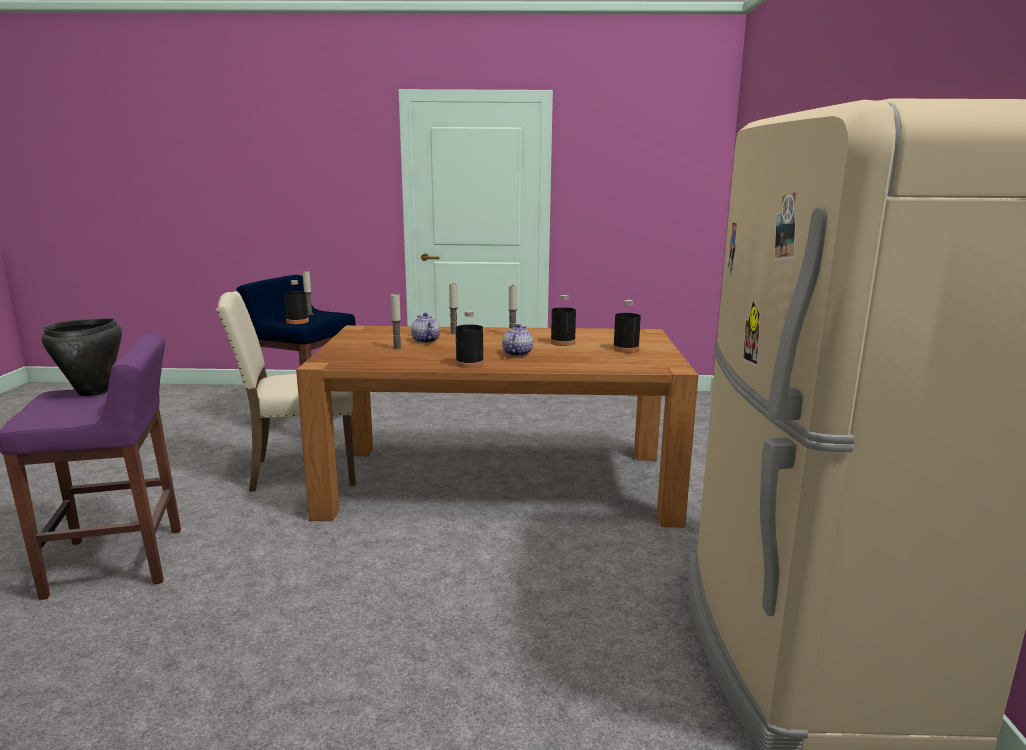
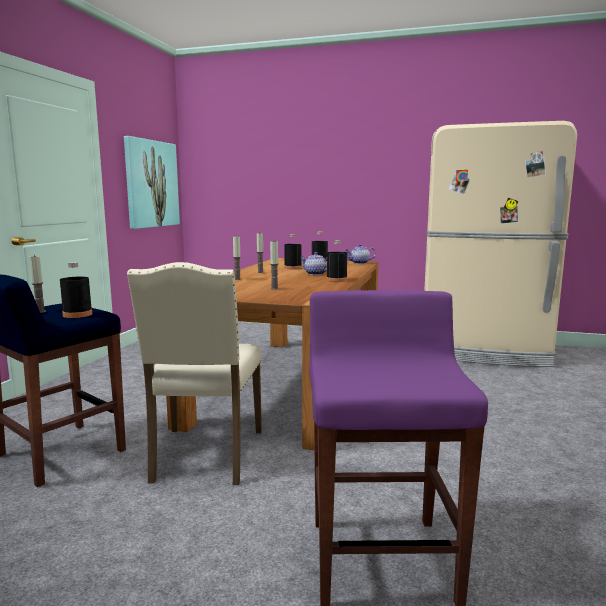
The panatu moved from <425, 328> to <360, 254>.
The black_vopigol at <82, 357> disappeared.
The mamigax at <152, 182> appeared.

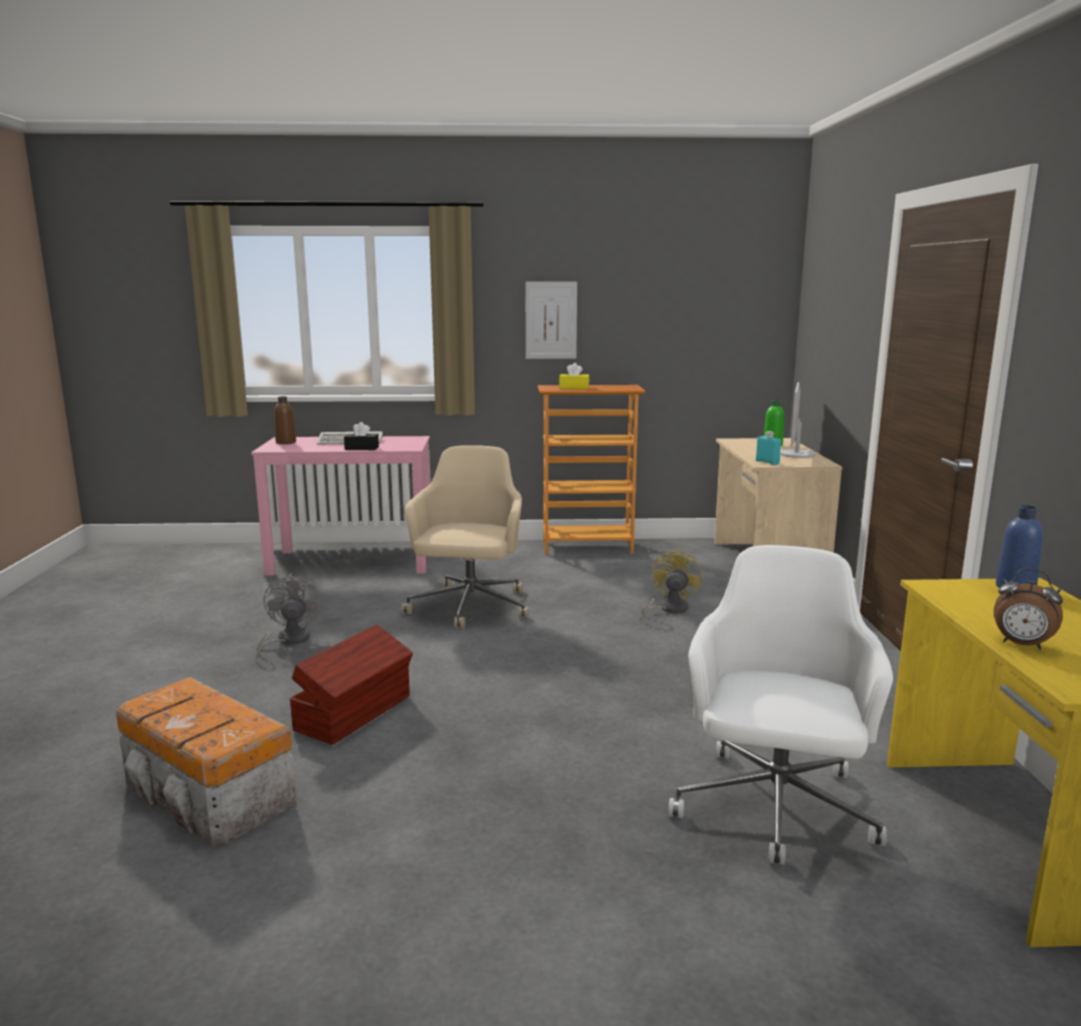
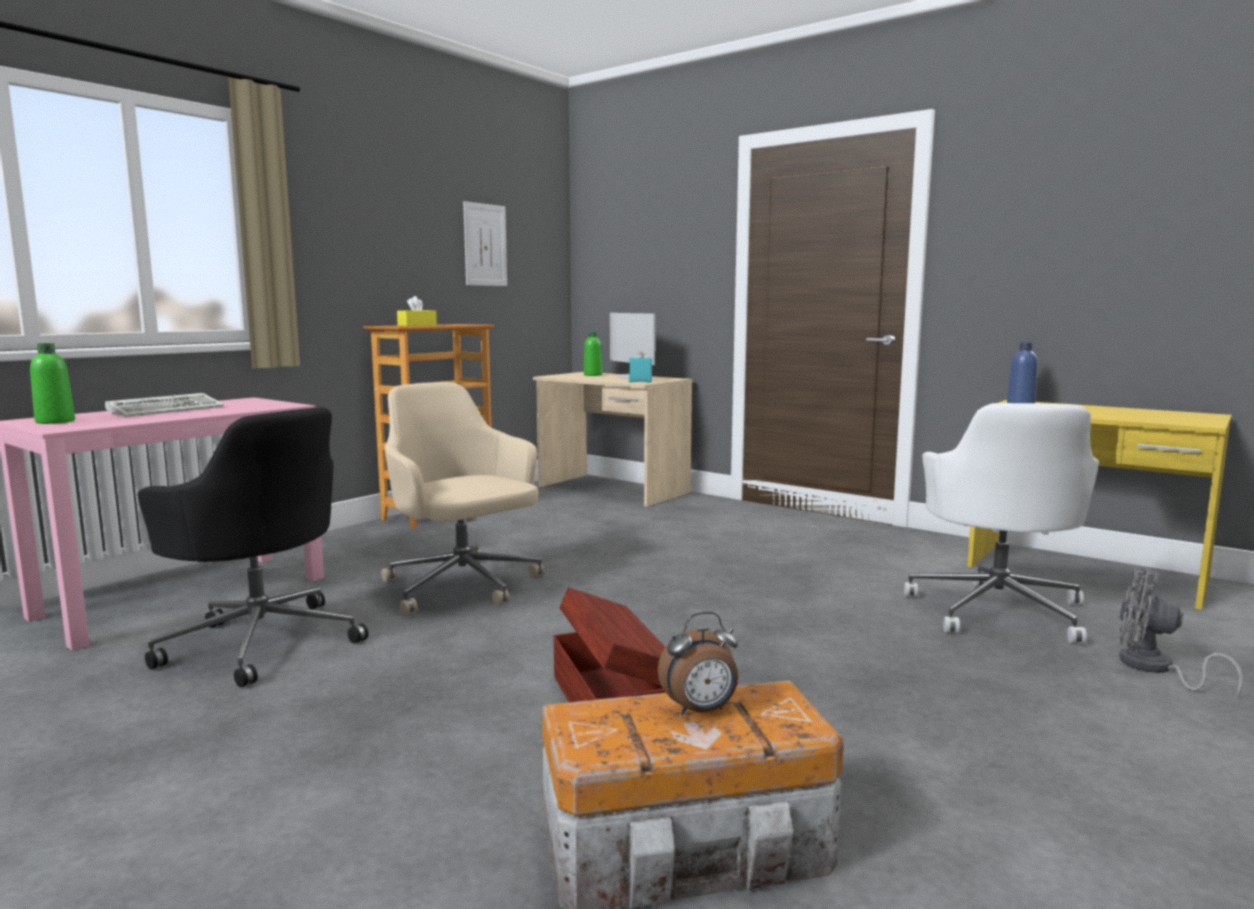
The mamigax moved from <551, 320> to <485, 243>.
The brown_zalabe at <285, 420> became the green_zalabe at <52, 383>.
The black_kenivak at <361, 436> disappeared.
The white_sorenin at <780, 705> turned 135 degrees counterclockwise.
The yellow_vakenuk at <671, 584> disappeared.
The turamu moved from <1028, 609> to <698, 663>.
The grey_vakenuk moved from <288, 616> to <1181, 632>.
The black_sorenin at <252, 547> appeared.

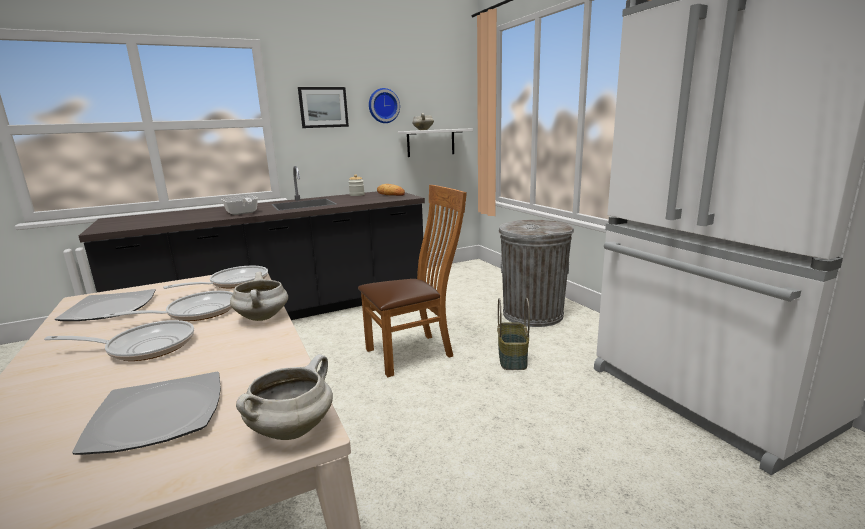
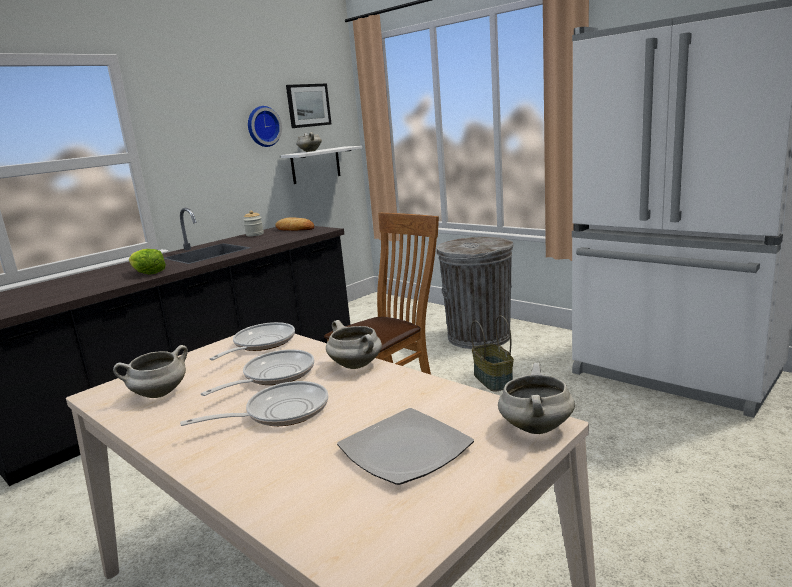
The mamigax moved from <323, 107> to <308, 105>.
The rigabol at <239, 205> was replaced by the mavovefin at <147, 262>.
The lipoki at <105, 305> was replaced by the white_vopigol at <150, 371>.

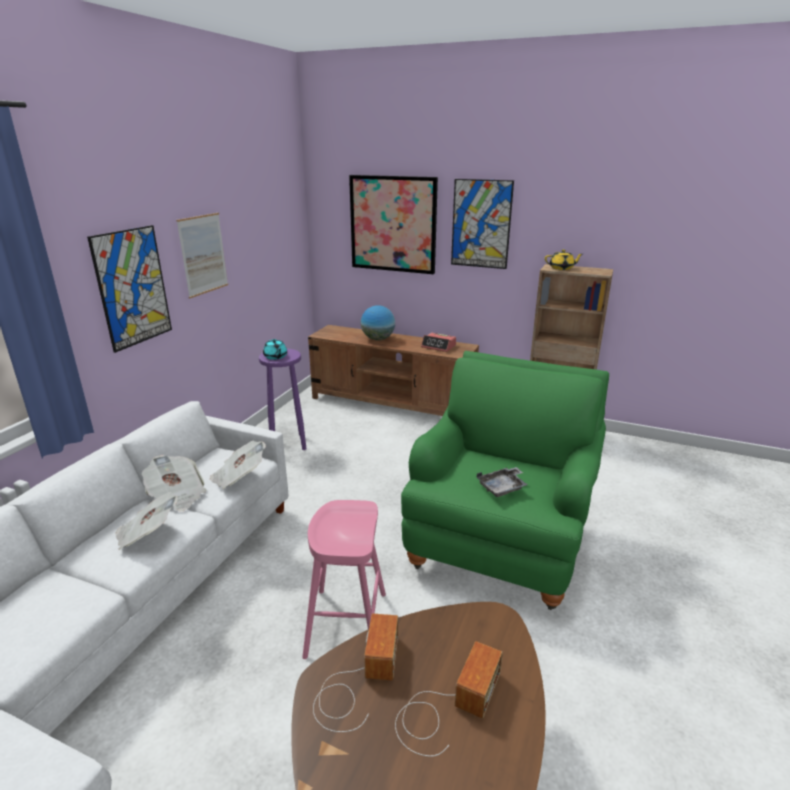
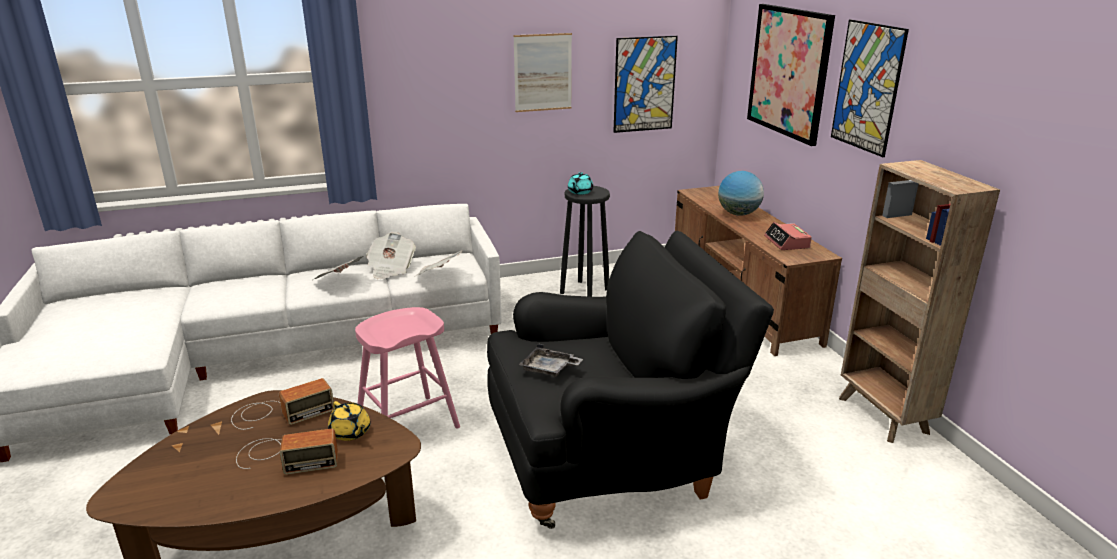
The mamigax moved from <129, 289> to <646, 84>.
The yellow_panatu moved from <564, 260> to <349, 421>.
The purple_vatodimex at <283, 399> became the black_vatodimex at <585, 241>.
The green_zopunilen at <505, 480> became the black_zopunilen at <630, 380>.

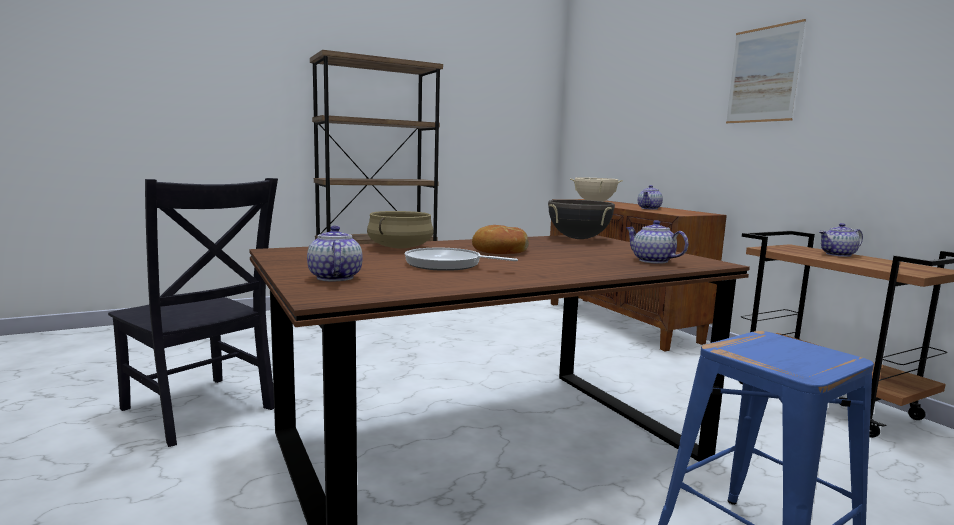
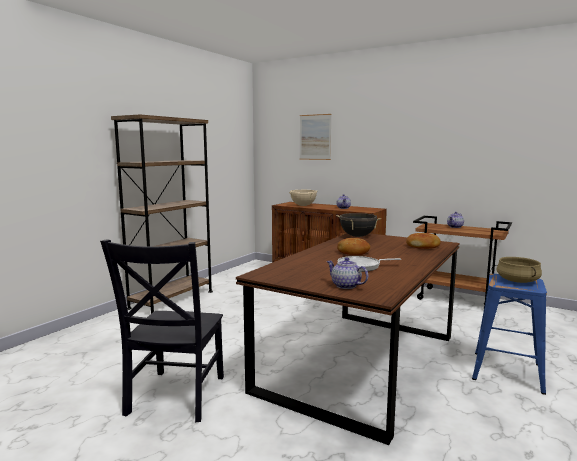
The mamigax moved from <766, 71> to <316, 137>.
The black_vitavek at <193, 312> turned 90 degrees clockwise.
The beige_vopigol moved from <400, 229> to <519, 270>.
The panatu at <657, 242> was replaced by the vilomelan at <423, 241>.

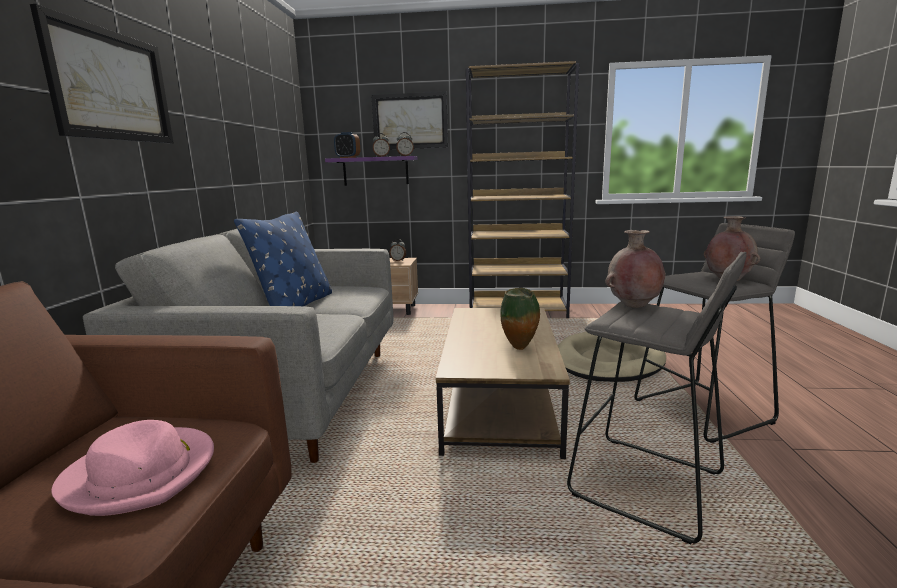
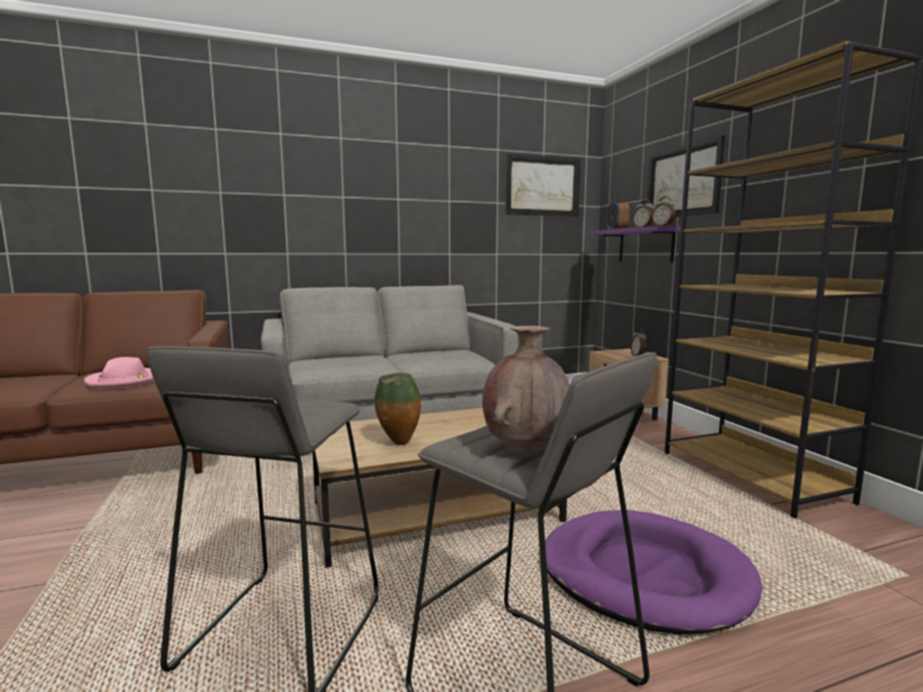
The mamigax moved from <101, 73> to <543, 185>.
The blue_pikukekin at <283, 259> disappeared.
The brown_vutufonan at <635, 269> disappeared.
The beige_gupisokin at <612, 357> became the purple_gupisokin at <654, 572>.

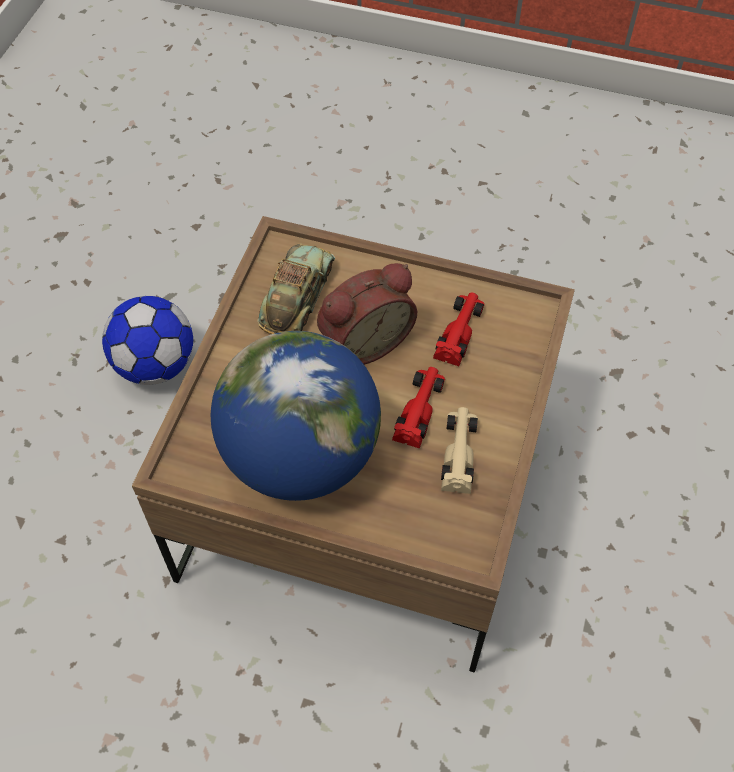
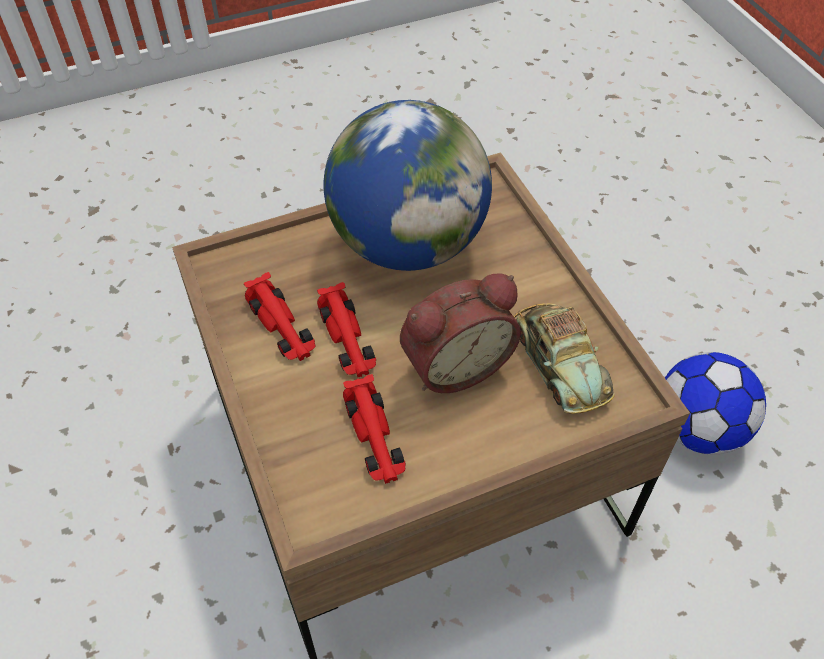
The turamu at <367, 314> turned 135 degrees counterclockwise.
The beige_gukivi at <459, 450> became the red_gukivi at <279, 316>.

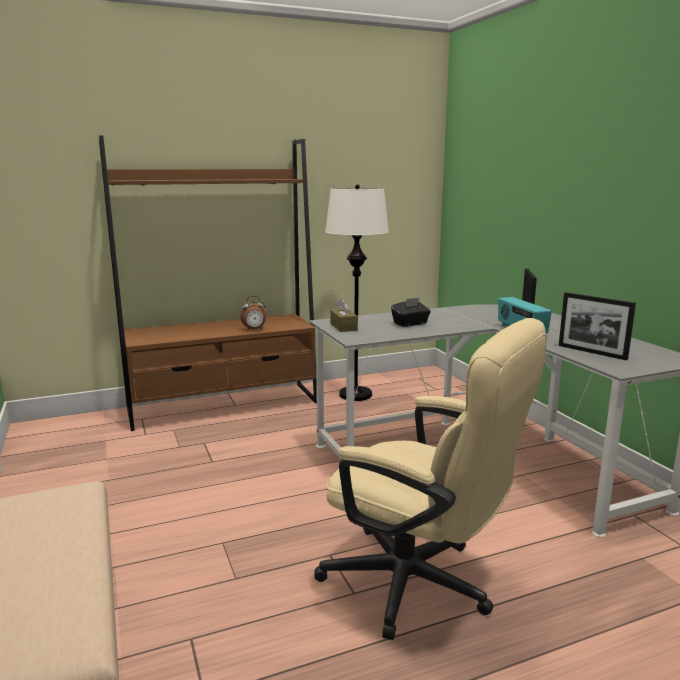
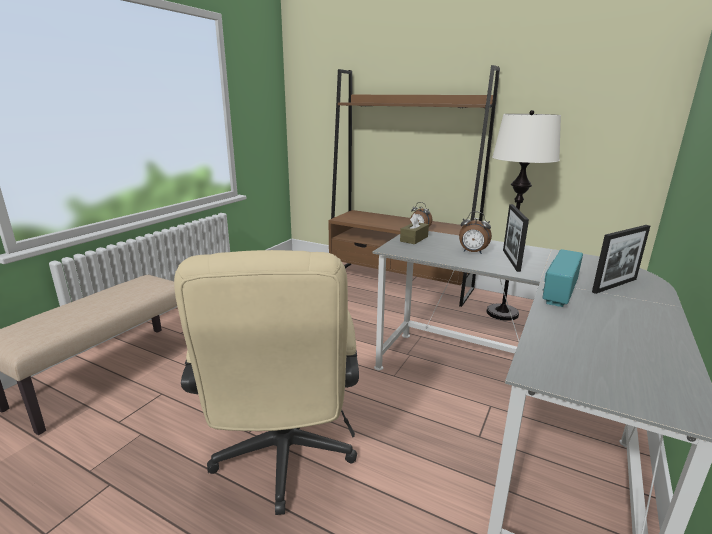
The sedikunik moved from <597, 326> to <516, 238>.
The black_kenivak at <411, 312> was replaced by the turamu at <475, 232>.

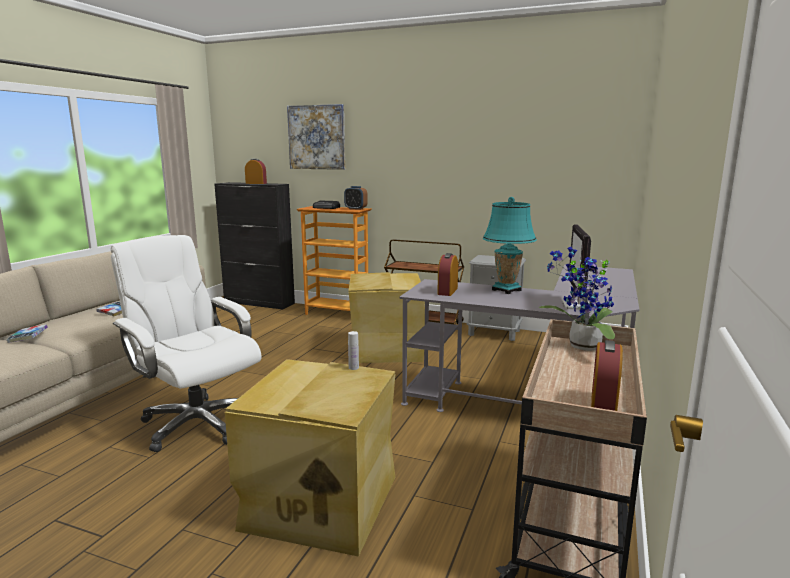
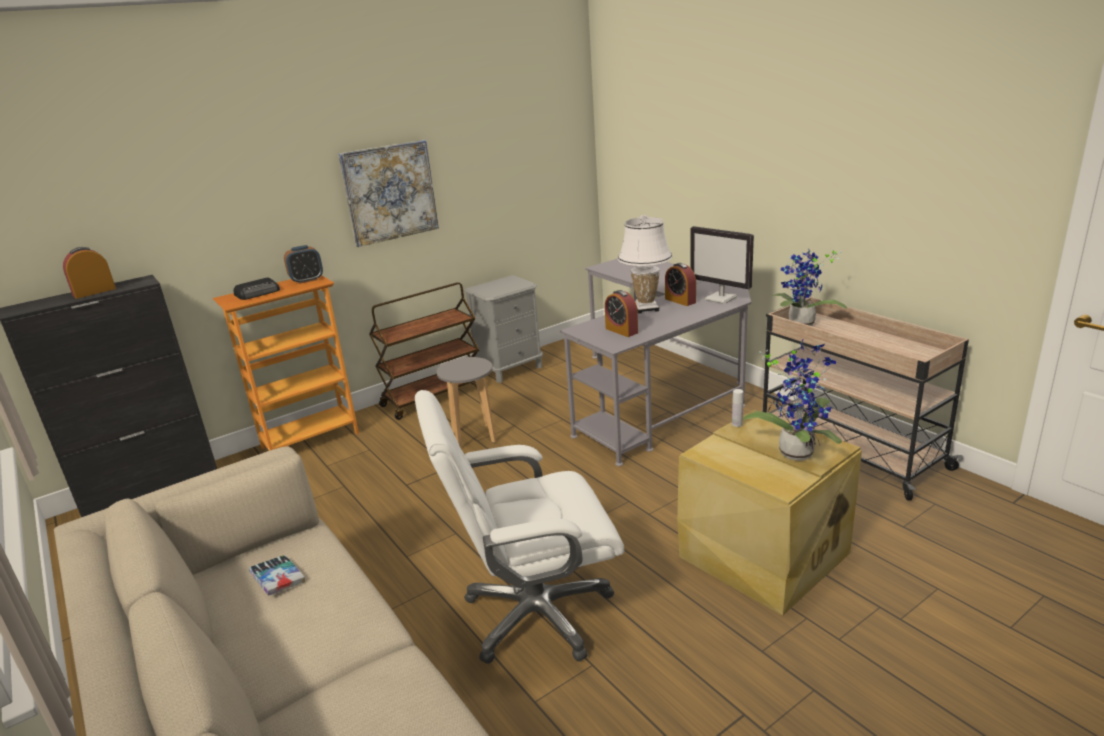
The mamigax moved from <316, 137> to <388, 193>.
The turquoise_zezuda at <510, 245> became the white_zezuda at <645, 264>.
The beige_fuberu at <386, 317> was replaced by the grey_vatodimex at <466, 402>.
The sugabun at <27, 333> disappeared.
The turamu moved from <607, 375> to <680, 284>.
The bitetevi at <792, 399> appeared.

